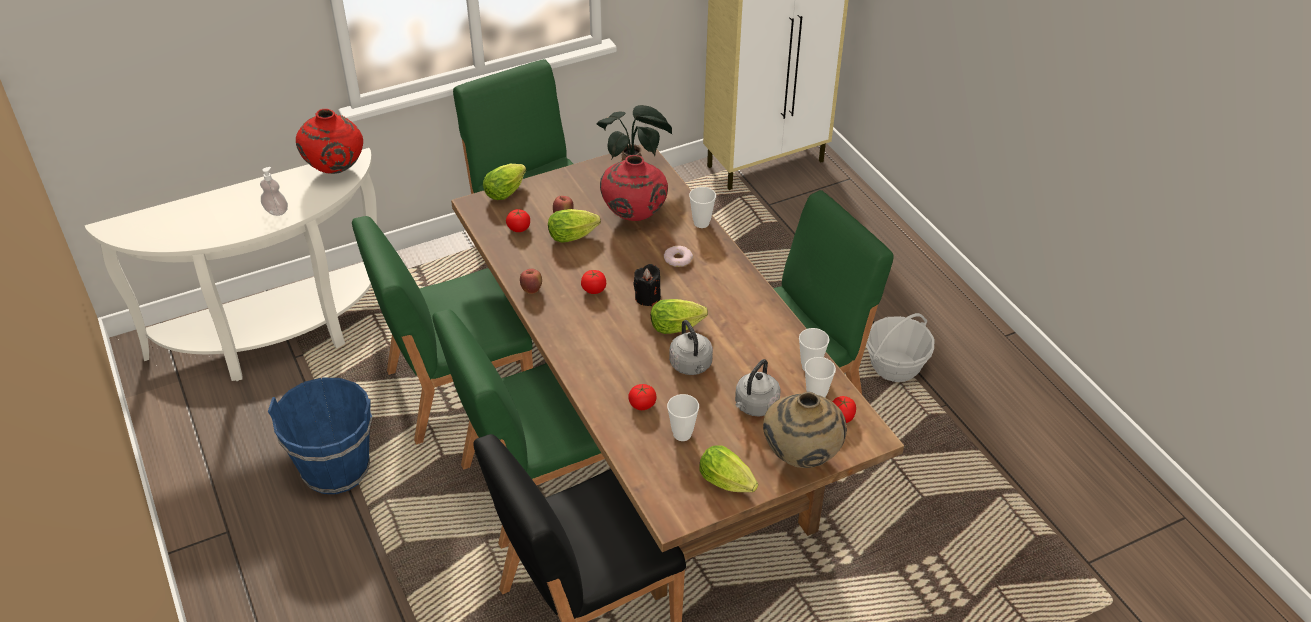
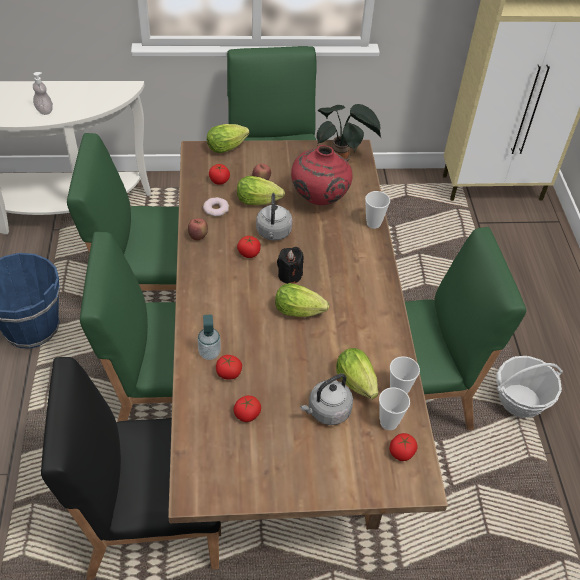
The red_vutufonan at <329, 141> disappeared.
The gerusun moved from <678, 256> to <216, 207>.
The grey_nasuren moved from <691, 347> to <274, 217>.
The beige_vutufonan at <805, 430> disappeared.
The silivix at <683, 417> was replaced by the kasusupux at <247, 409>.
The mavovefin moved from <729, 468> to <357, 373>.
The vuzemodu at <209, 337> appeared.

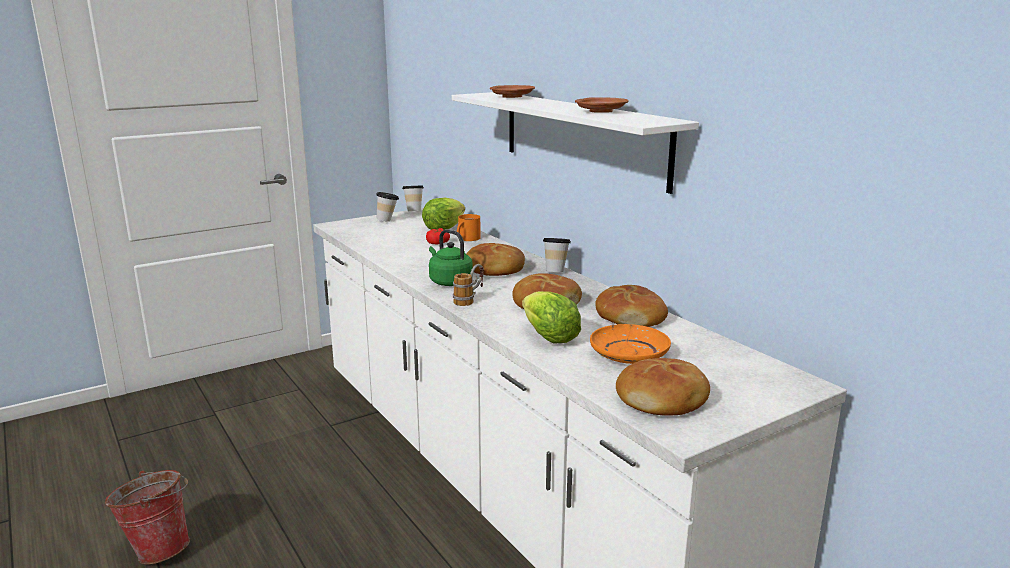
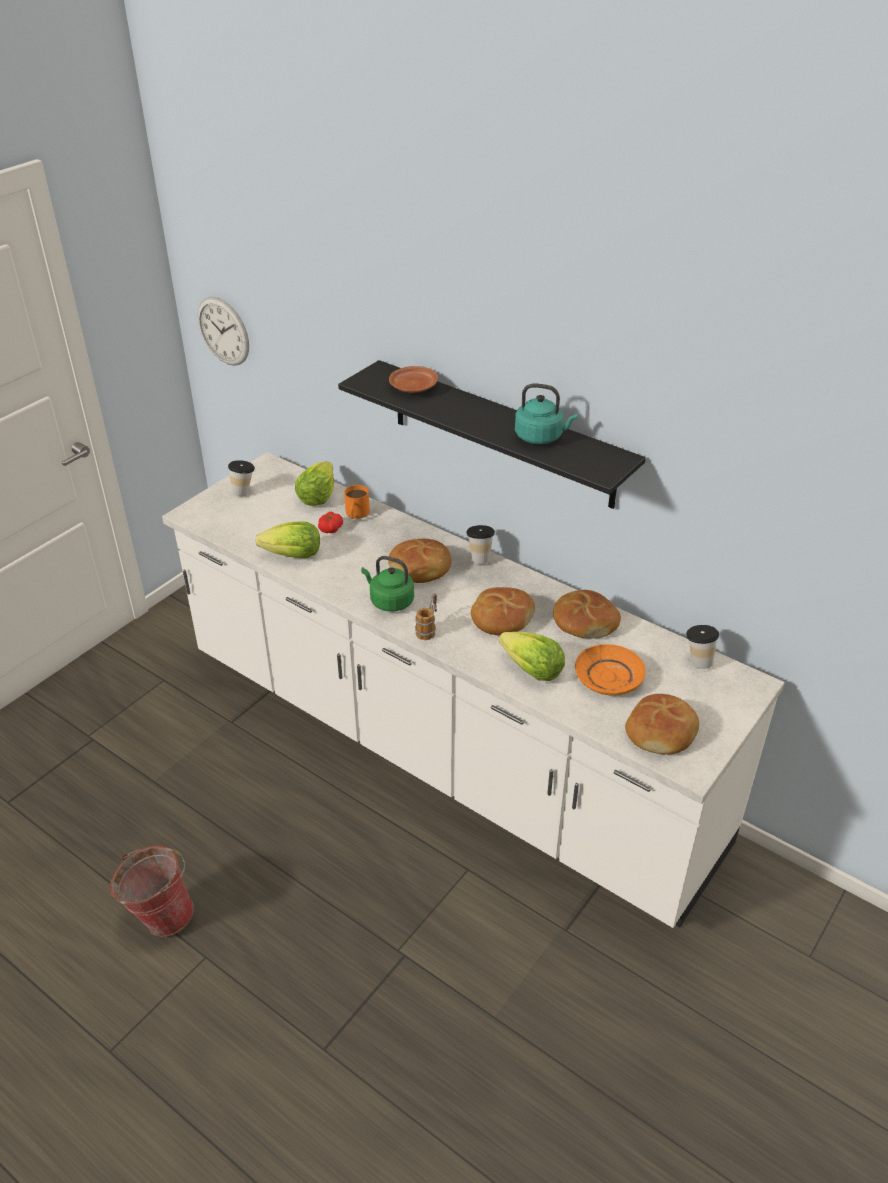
The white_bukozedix at <575, 143> became the black_bukozedix at <492, 434>.
The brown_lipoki at <602, 105> was replaced by the turquoise_nasuren at <546, 413>.
The silivix moved from <413, 198> to <702, 647>.
The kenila at <223, 331> appeared.
The mavovefin at <288, 539> appeared.

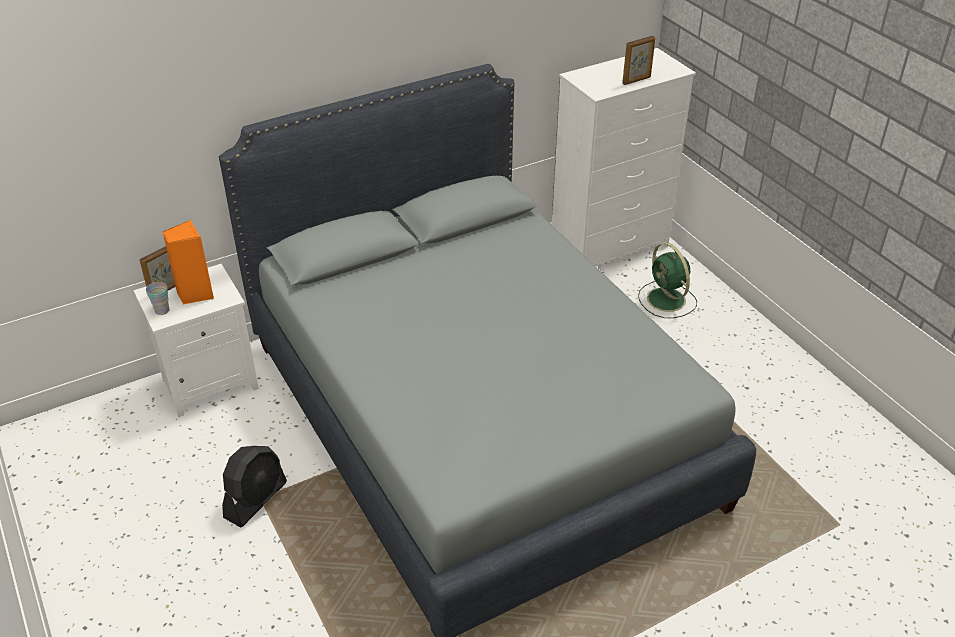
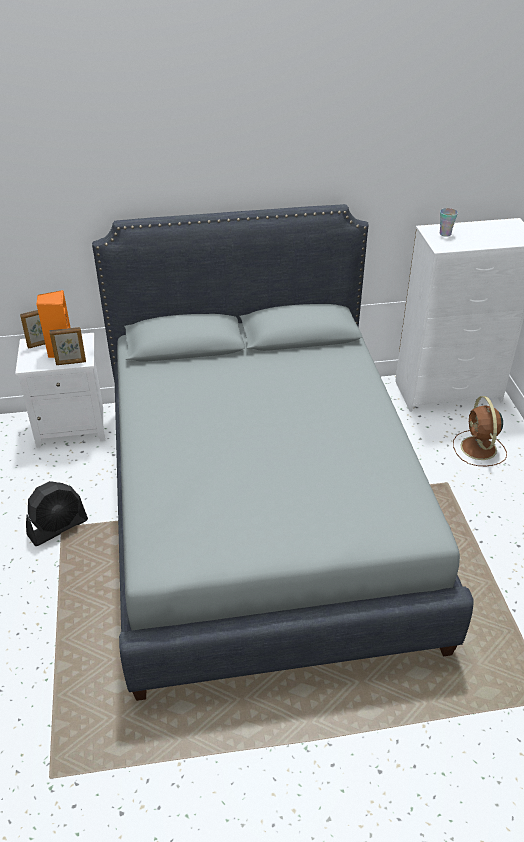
The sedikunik moved from <638, 60> to <67, 346>.
The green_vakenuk at <667, 280> became the brown_vakenuk at <480, 431>.
The silivix moved from <158, 298> to <449, 222>.

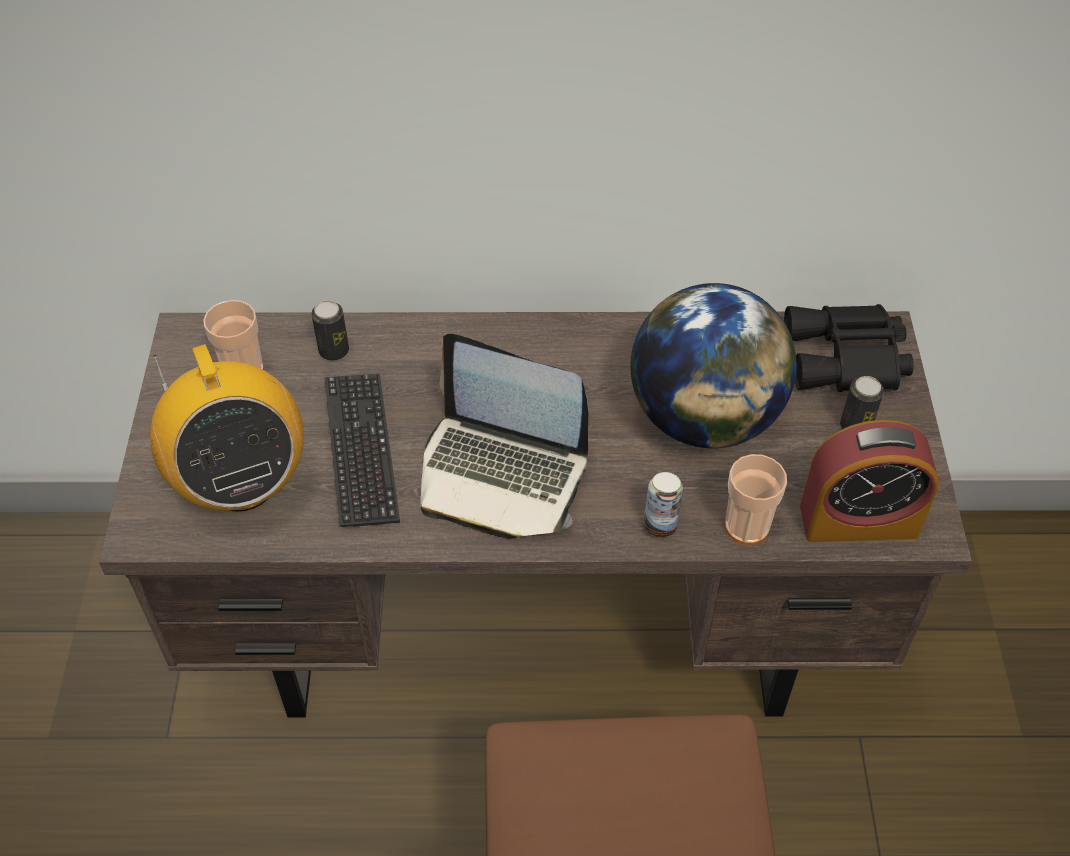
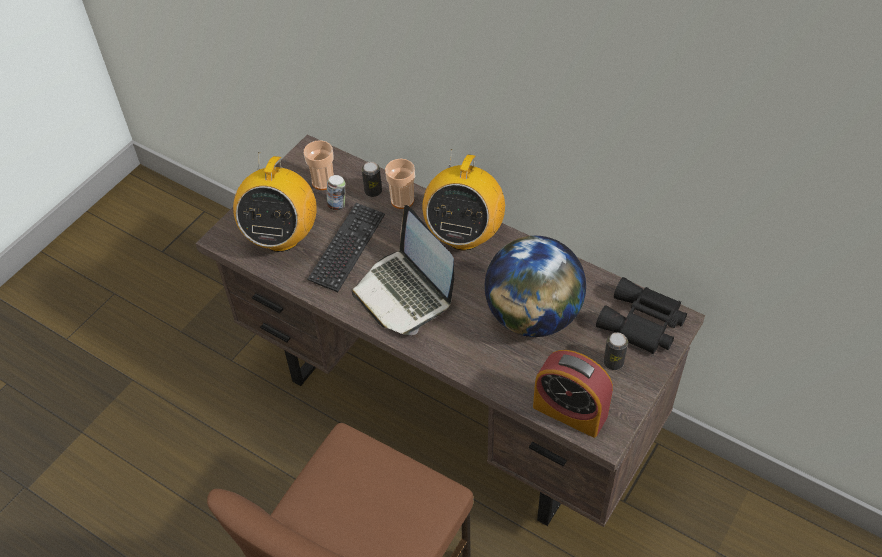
The silivix moved from <756, 499> to <400, 184>.
The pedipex moved from <663, 504> to <336, 192>.
The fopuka at <463, 199> appeared.

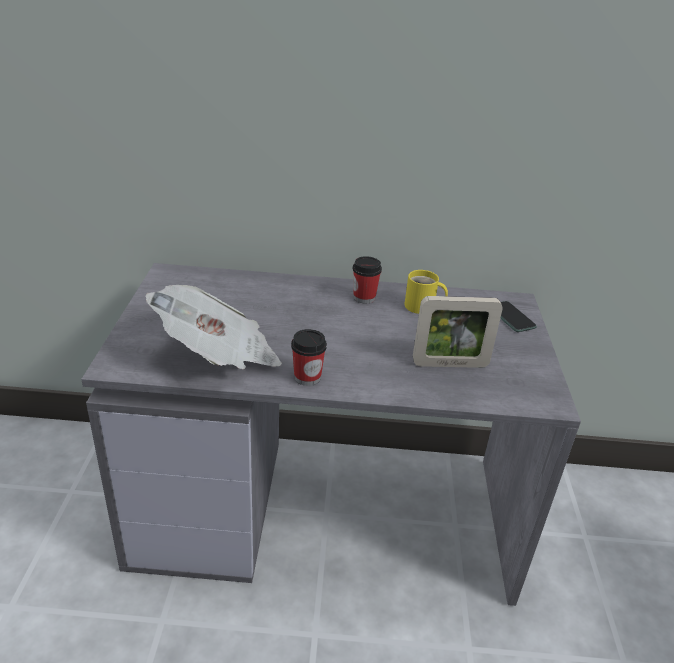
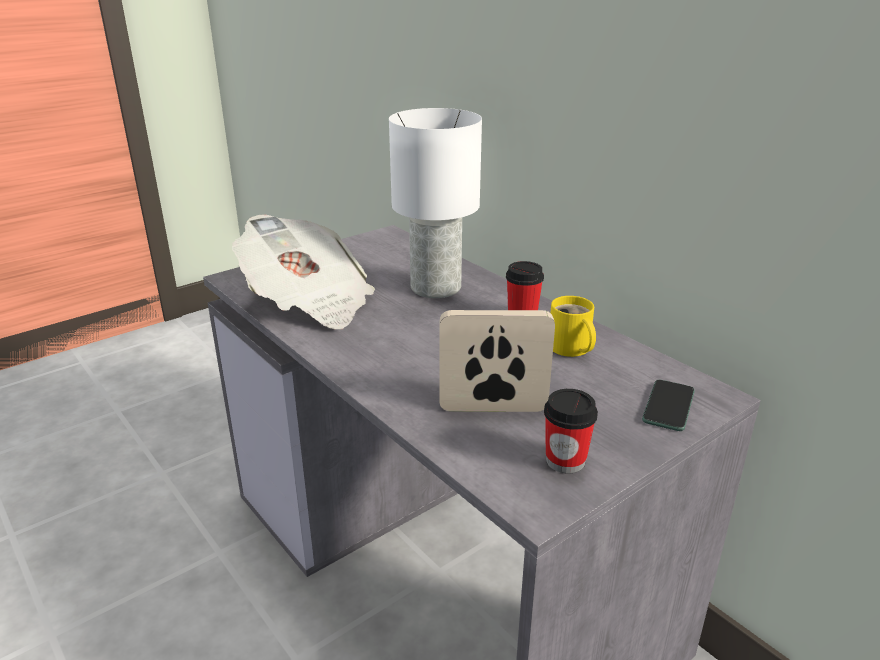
The sedikunik at <458, 332> turned 135 degrees clockwise.
The silivix moved from <309, 357> to <571, 431>.
The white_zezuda at <435, 203> appeared.

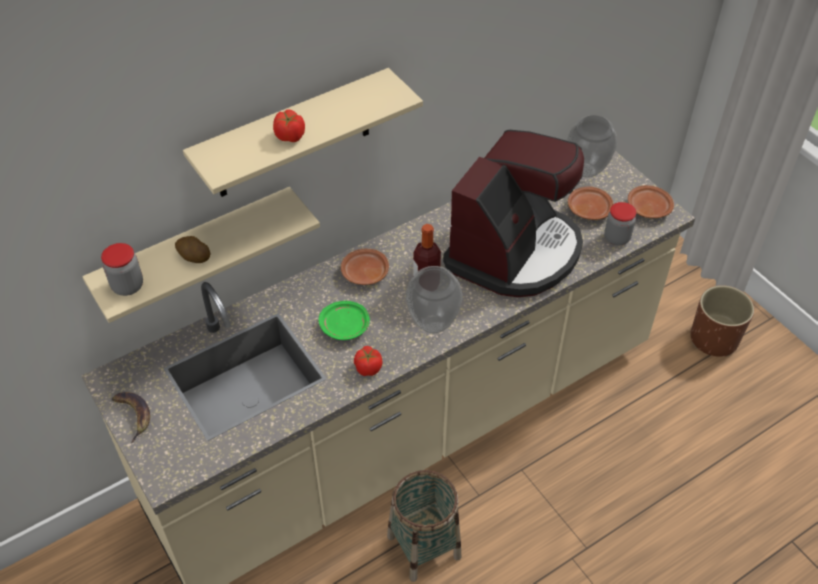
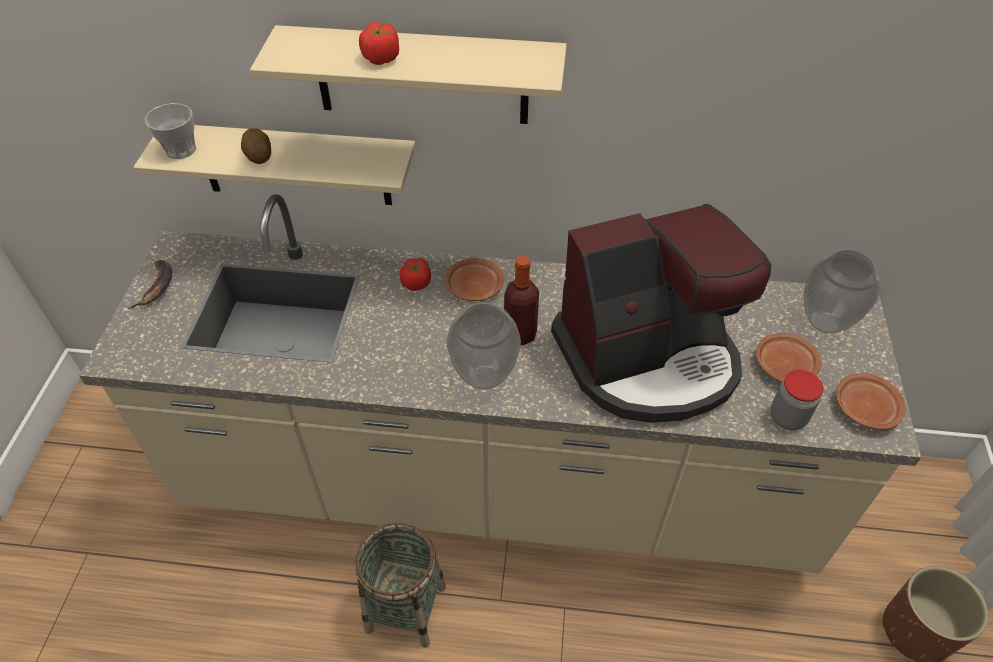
The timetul at <122, 269> was replaced by the silivix at <170, 131>.
The green_lipoki at <344, 320> disappeared.
The kasusupux moved from <368, 361> to <415, 274>.

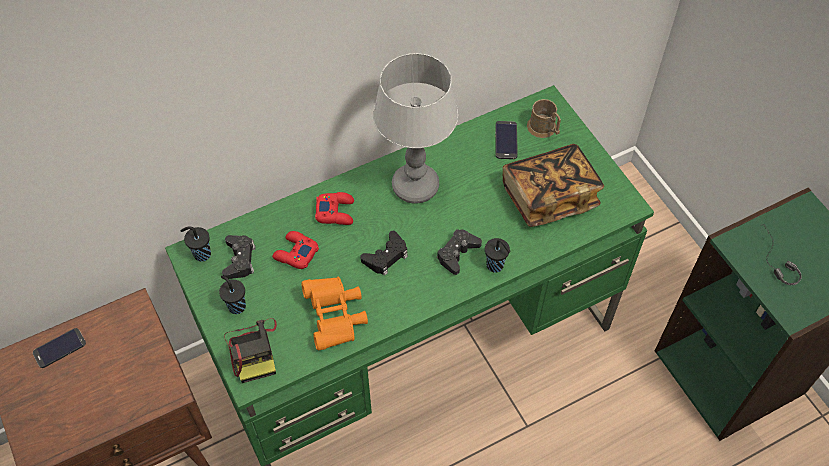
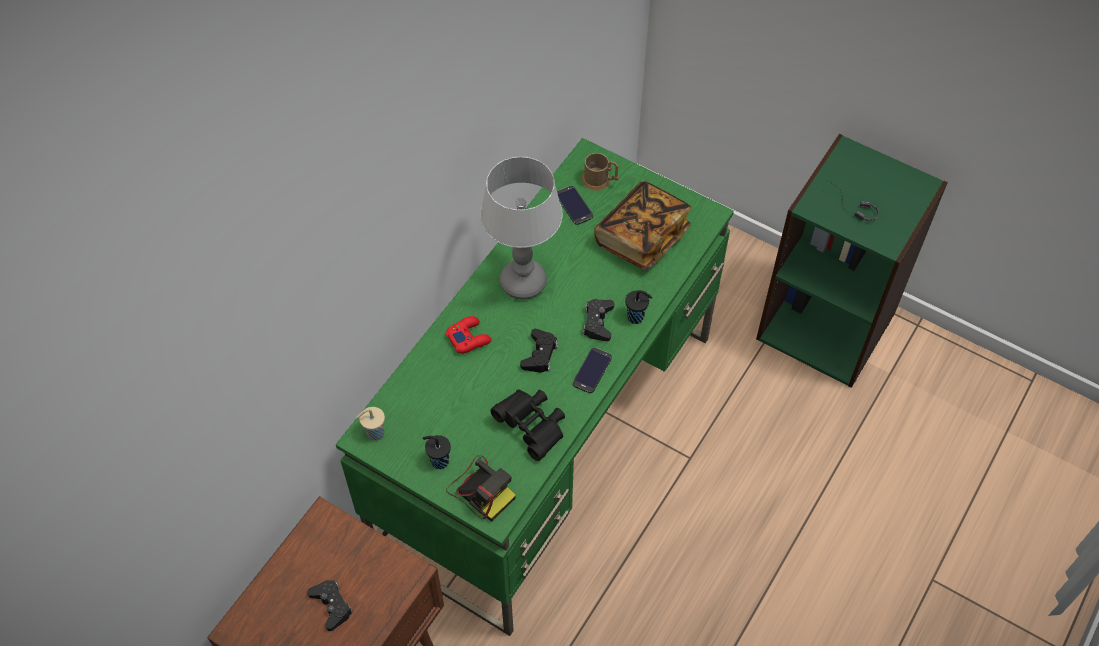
The black_silivix at <195, 244> became the beige_silivix at <370, 424>.
The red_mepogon at <295, 250> disappeared.
The black_mepogon moved from <239, 257> to <330, 605>.
The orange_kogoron at <334, 313> became the black_kogoron at <528, 425>.
The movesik moved from <59, 348> to <592, 370>.

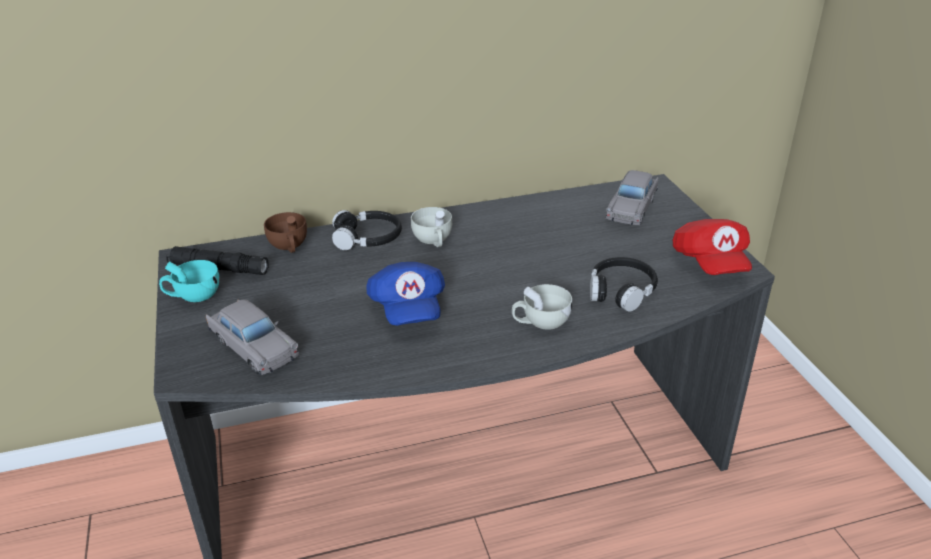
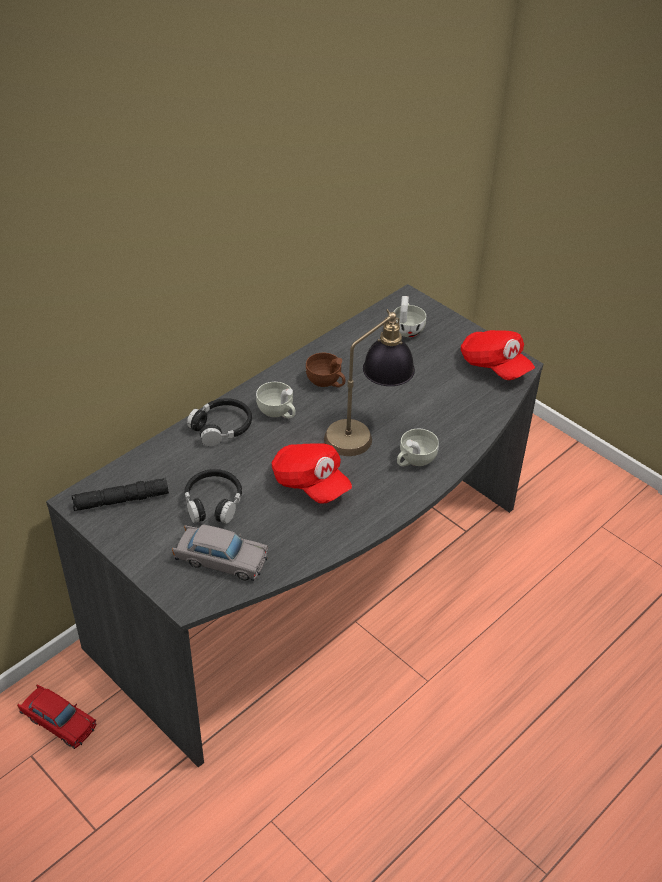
The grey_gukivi at <632, 197> was replaced by the white_silivix at <410, 316>.
The brown_silivix moved from <285, 232> to <325, 370>.
The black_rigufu moved from <624, 284> to <213, 496>.
The turquoise_silivix at <189, 281> disappeared.
The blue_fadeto at <405, 294> became the red_fadeto at <312, 474>.
The zezuda at <369, 382> appeared.
The red_gukivi at <57, 716> appeared.

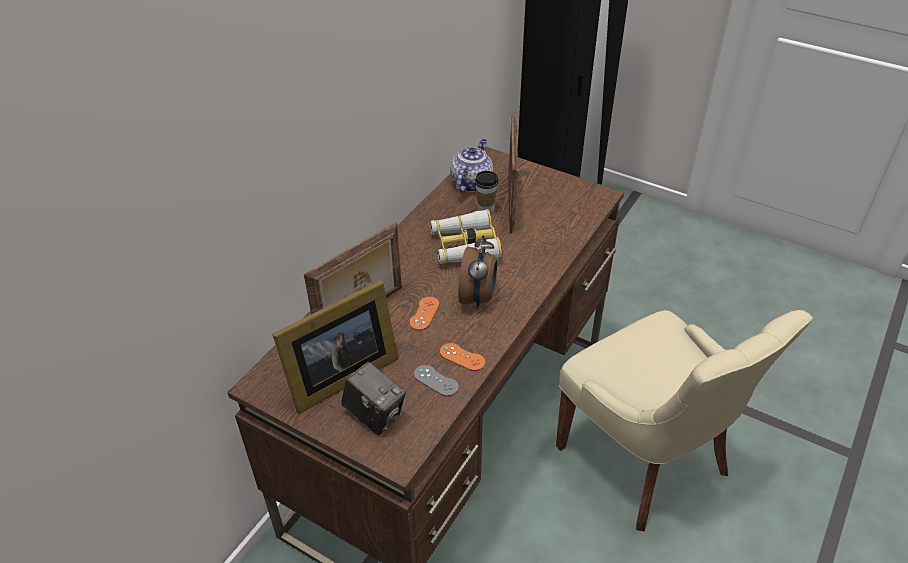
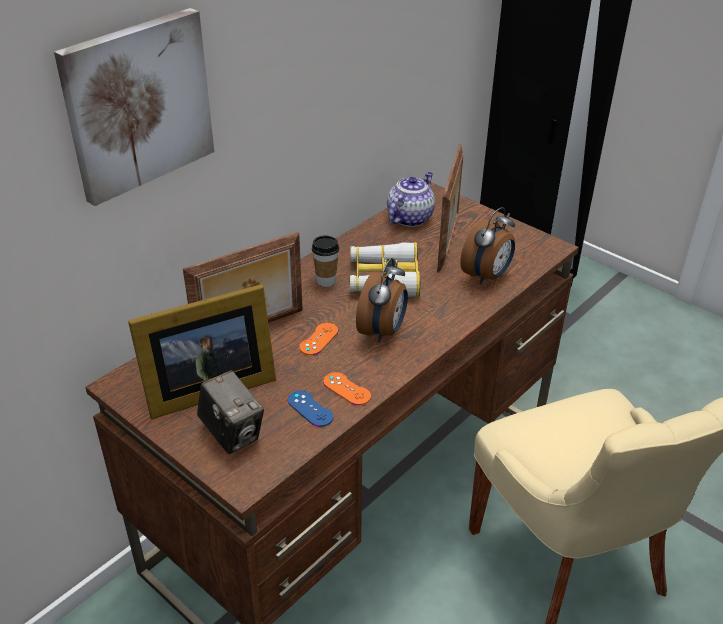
The silivix moved from <486, 192> to <325, 261>.
The grey_mepogon at <436, 380> became the blue_mepogon at <311, 408>.
The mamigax at <134, 107> appeared.
The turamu at <487, 245> appeared.

